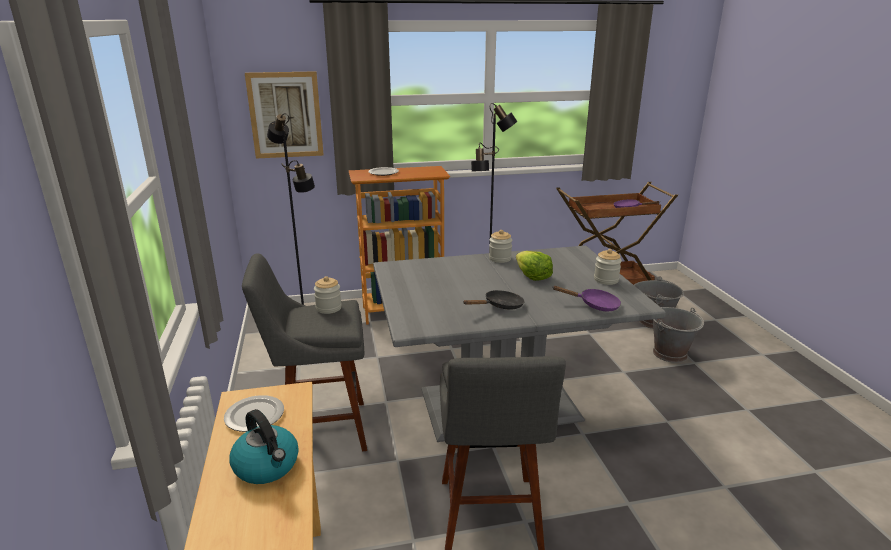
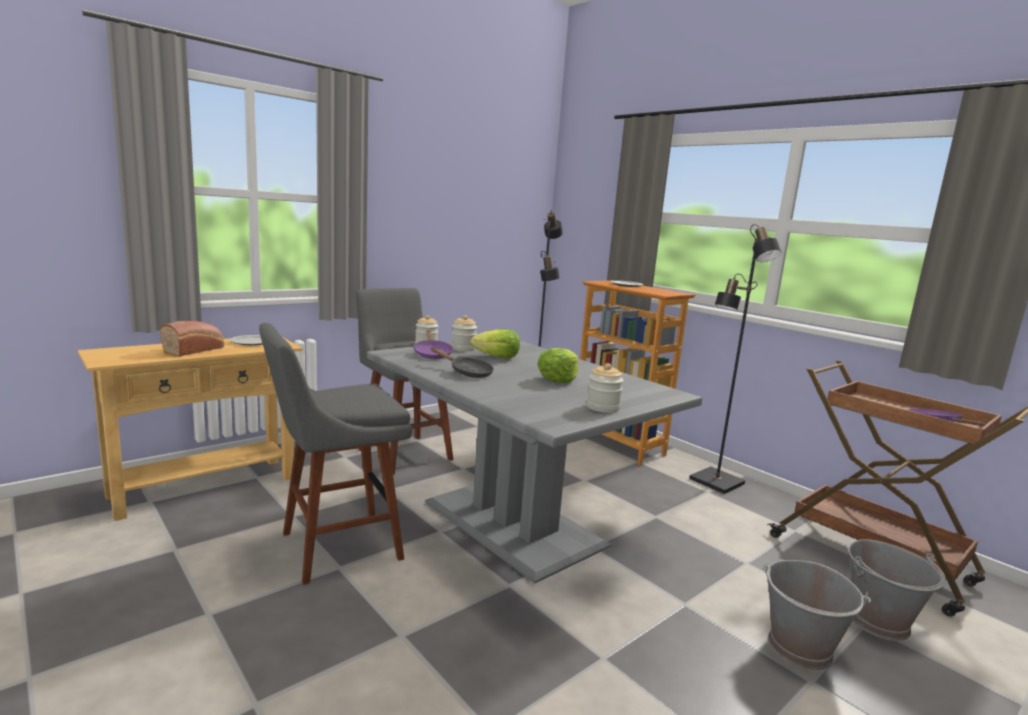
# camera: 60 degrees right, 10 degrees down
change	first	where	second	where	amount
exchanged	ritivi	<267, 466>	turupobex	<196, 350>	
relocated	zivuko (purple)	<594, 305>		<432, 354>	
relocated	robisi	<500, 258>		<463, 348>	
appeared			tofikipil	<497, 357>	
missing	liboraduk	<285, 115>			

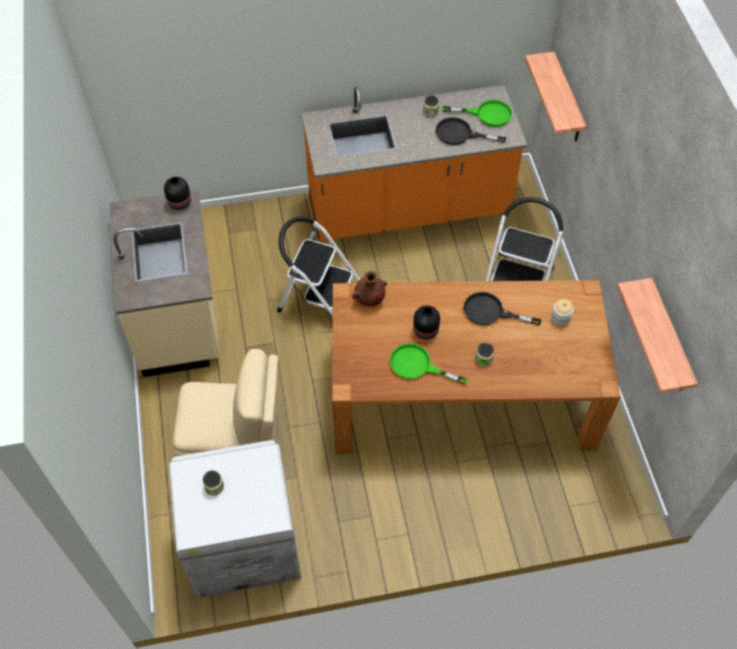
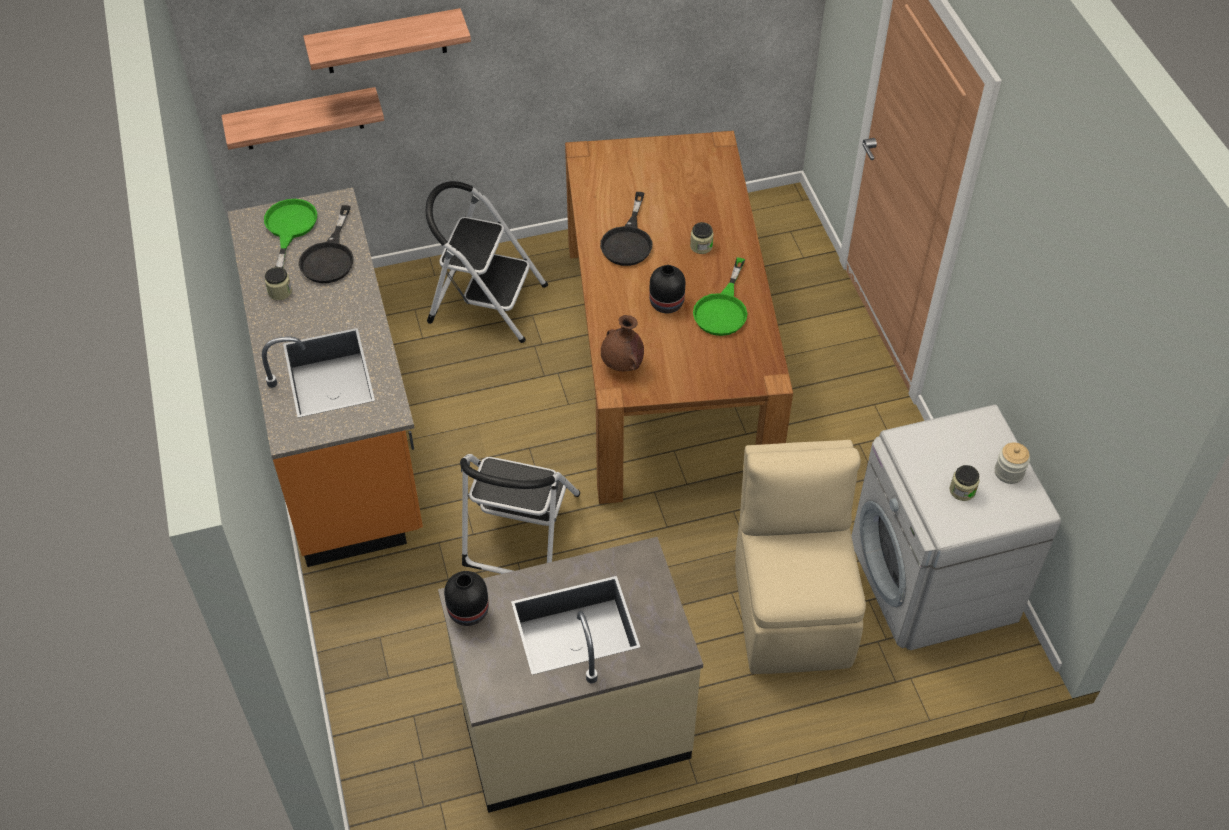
# camera: 95 degrees left, 5 degrees down
change	first	where	second	where	amount
relocated	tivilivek	<669, 339>		<385, 41>	
relocated	robisi	<560, 318>		<1009, 472>	

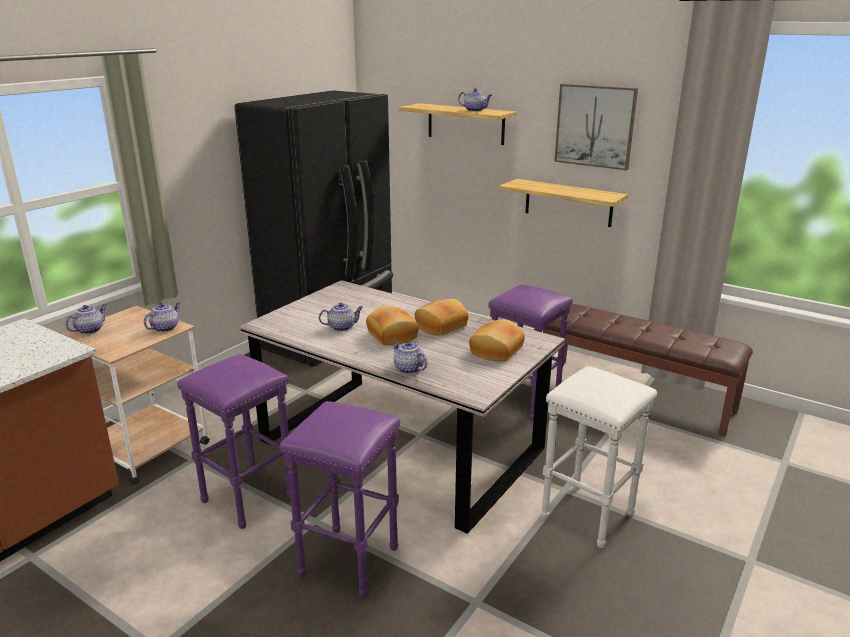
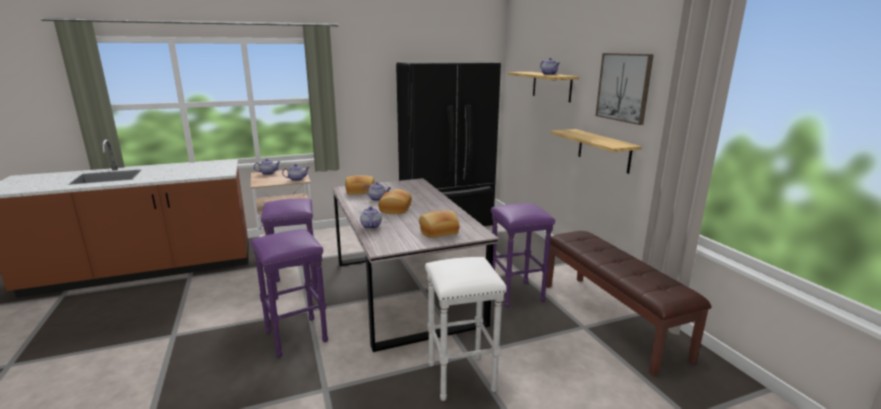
# camera: 35 degrees right, 5 degrees down
change	first	where	second	where	amount
relocated	turupobex	<440, 326>		<360, 191>	

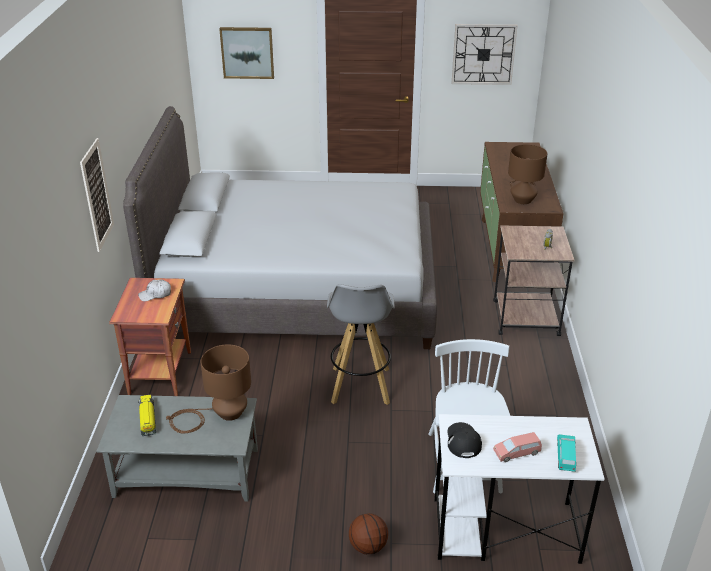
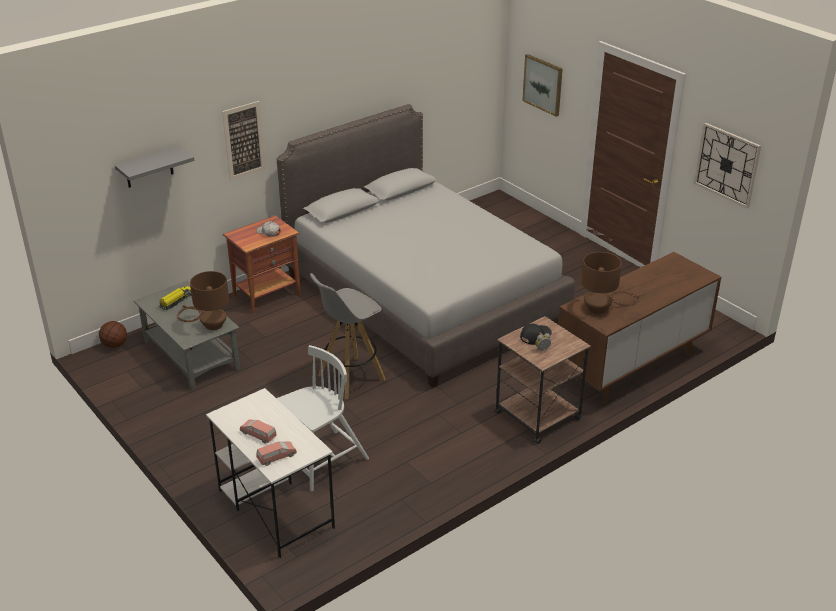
# camera: 50 degrees right, 0 degrees up
change	first	where	second	where	amount
relocated	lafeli	<368, 546>		<114, 345>	
appeared			tivilivek (grey)	<149, 168>	
colour	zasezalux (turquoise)	<566, 457>	zasezalux (pink)	<276, 457>	
relocated	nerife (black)	<463, 441>		<535, 335>	

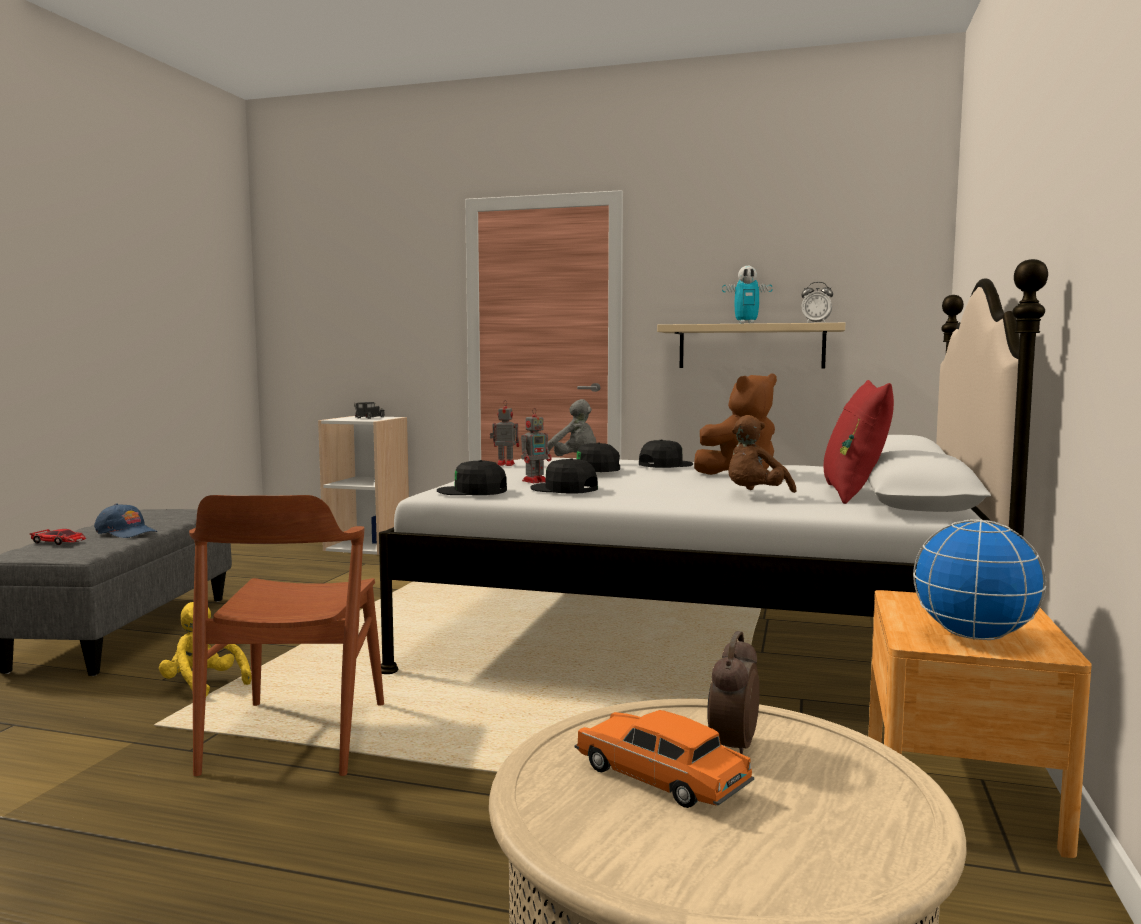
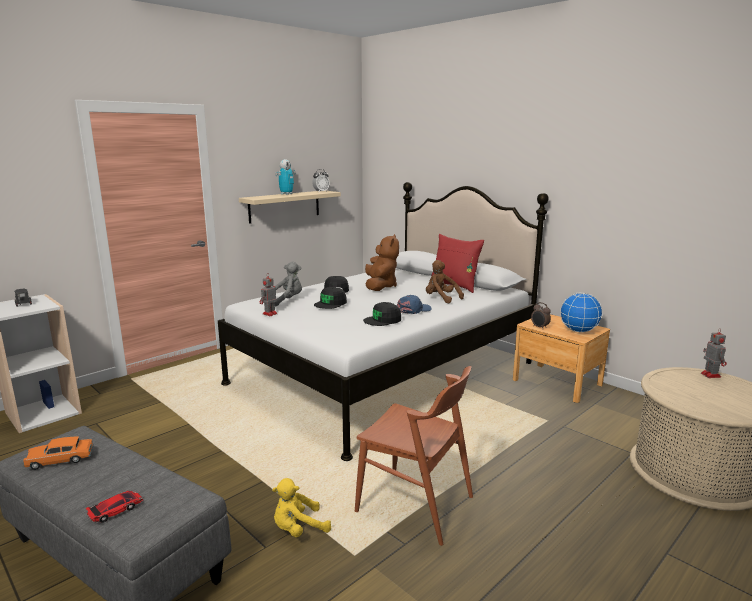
# camera: 60 degrees left, 10 degrees up
change	first	where	second	where	amount
relocated	zasezalux (orange)	<660, 779>		<60, 460>	
relocated	nerife (blue)	<126, 532>		<413, 310>	
spun	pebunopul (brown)	<754, 496>		<441, 298>	150 degrees clockwise
relocated	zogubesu	<731, 748>		<539, 327>	
relocated	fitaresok	<535, 481>		<710, 375>	
missing	nerife (black)	<473, 491>			

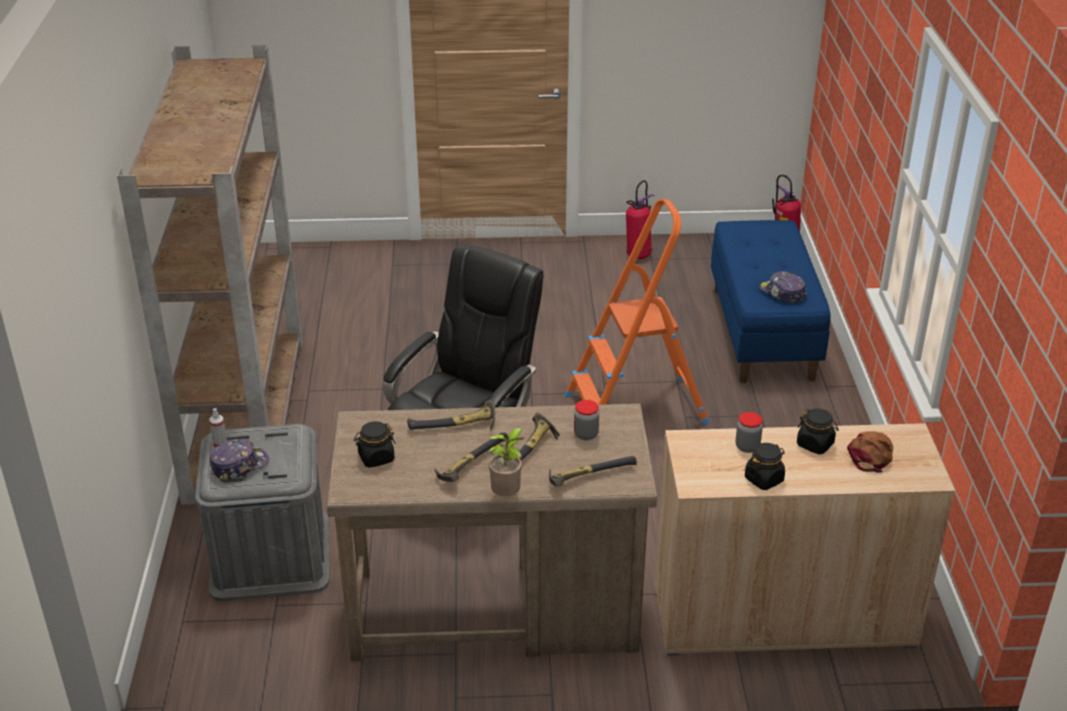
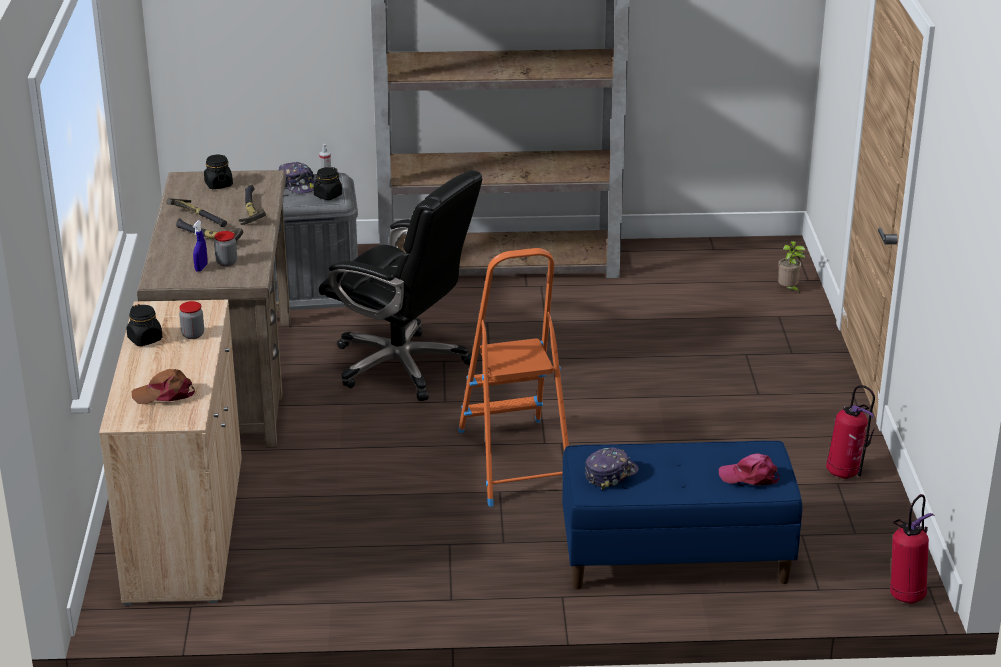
# camera: 90 degrees right, 5 degrees down
change	first	where	second	where	amount
spun	nerife (brown)	<871, 454>		<164, 394>	150 degrees clockwise
appeared			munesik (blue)	<201, 268>	
relocated	robisi (black)	<815, 444>		<328, 195>	
appeared			nerife (pink)	<749, 476>	
relocated	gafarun	<507, 496>		<788, 290>	
missing	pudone	<587, 476>			

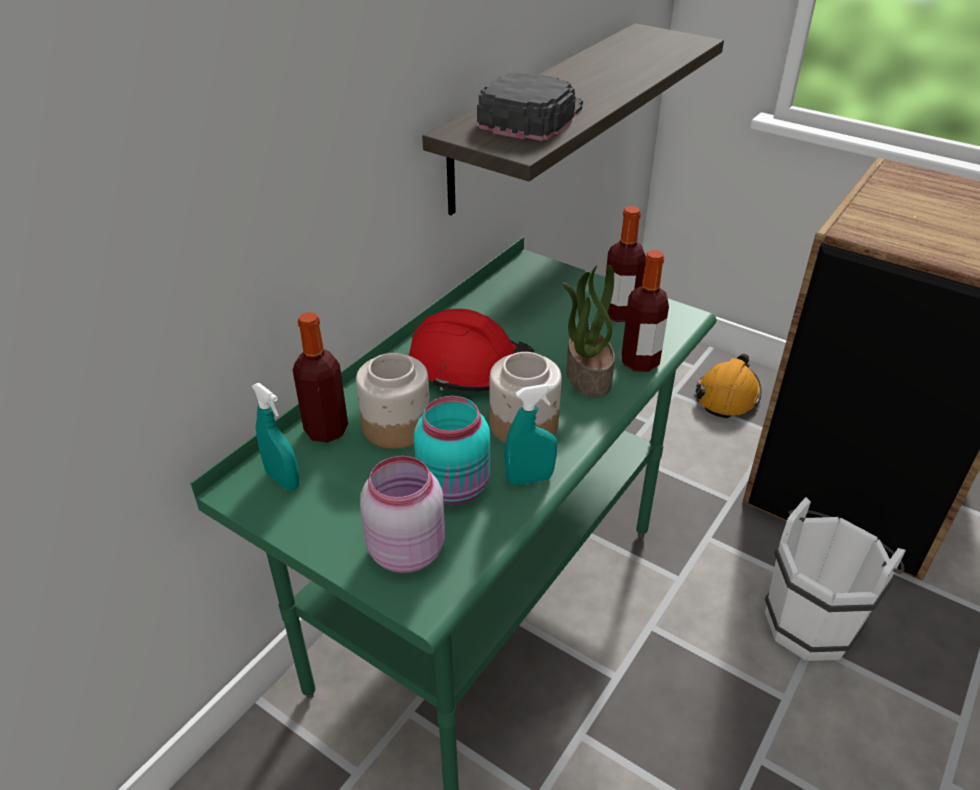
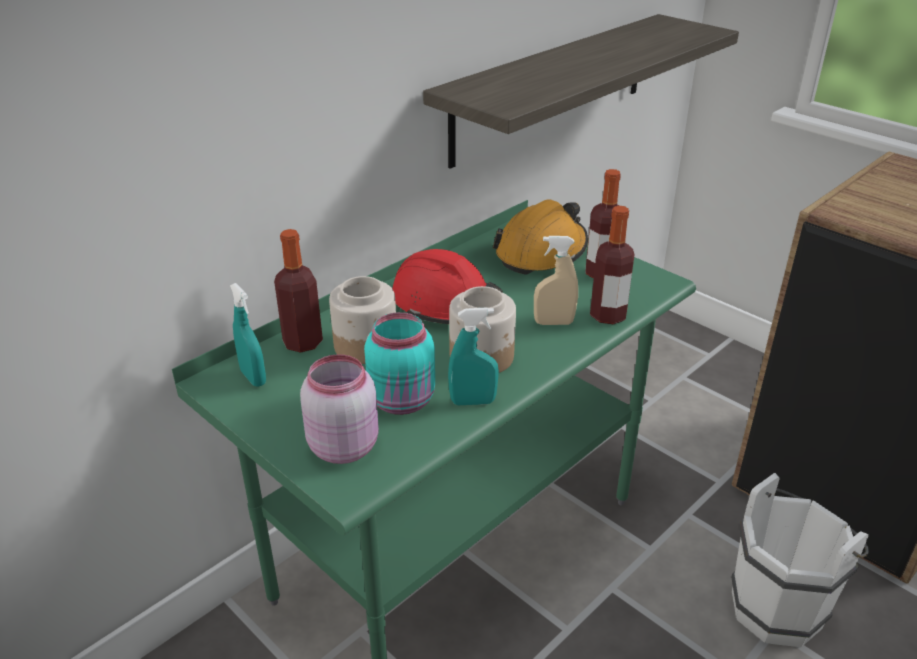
# camera: 10 degrees right, 5 degrees down
change	first	where	second	where	amount
relocated	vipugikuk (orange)	<727, 395>		<541, 252>	
exchanged	gafarun	<587, 376>	munesik (beige)	<553, 323>	
missing	nerife (black)	<531, 115>			

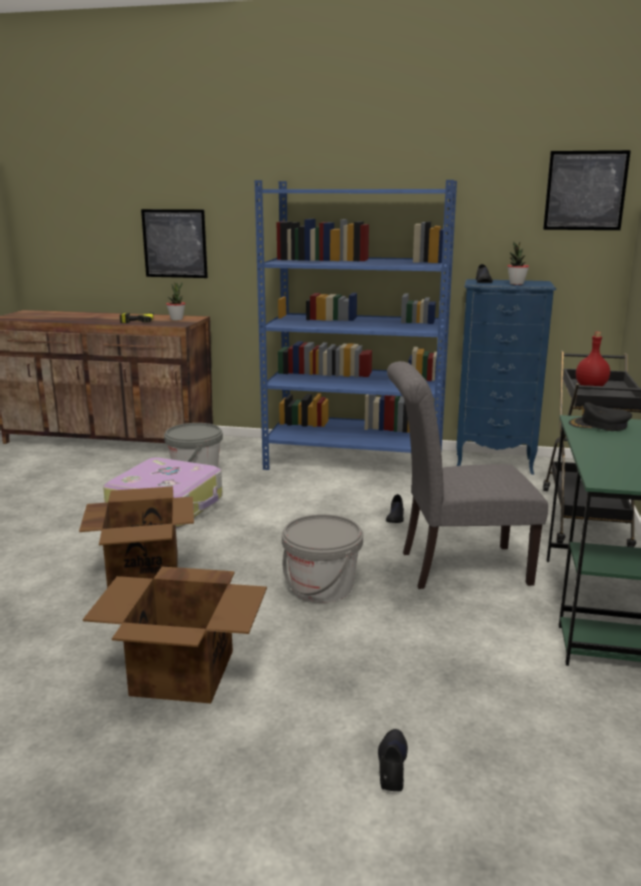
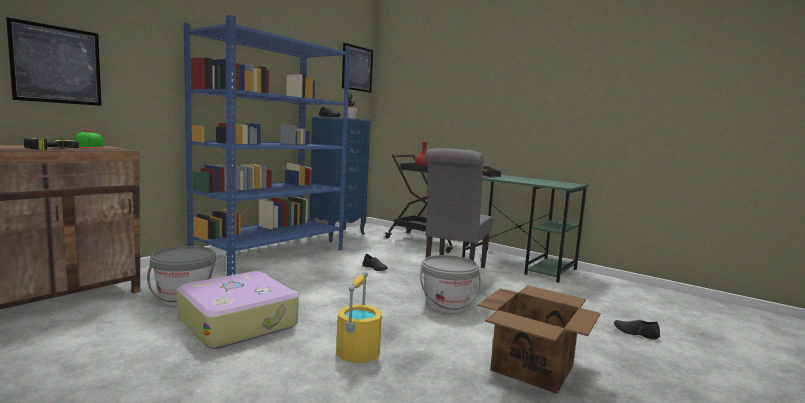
# camera: 65 degrees left, 10 degrees down
change	first	where	second	where	amount
exchanged	gafarun	<176, 319>	nerife	<89, 147>	
exchanged	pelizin	<144, 570>	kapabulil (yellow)	<358, 353>	

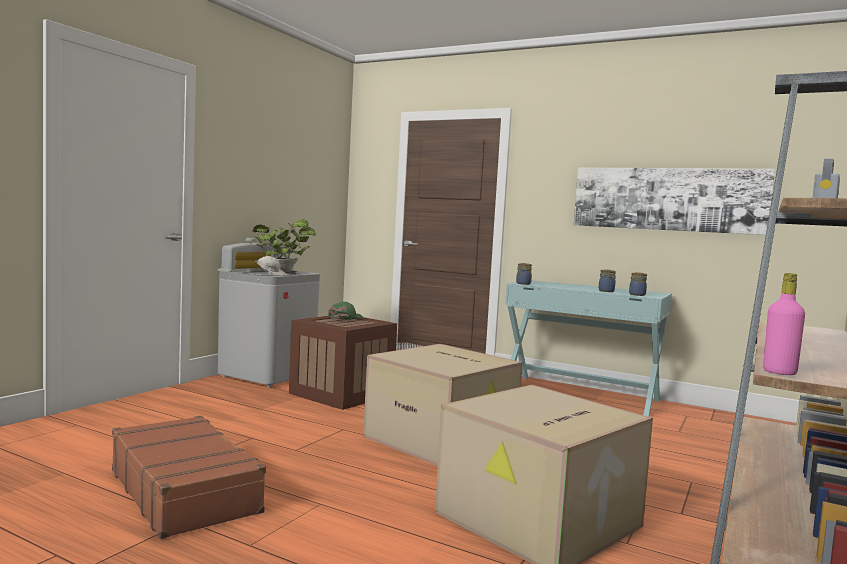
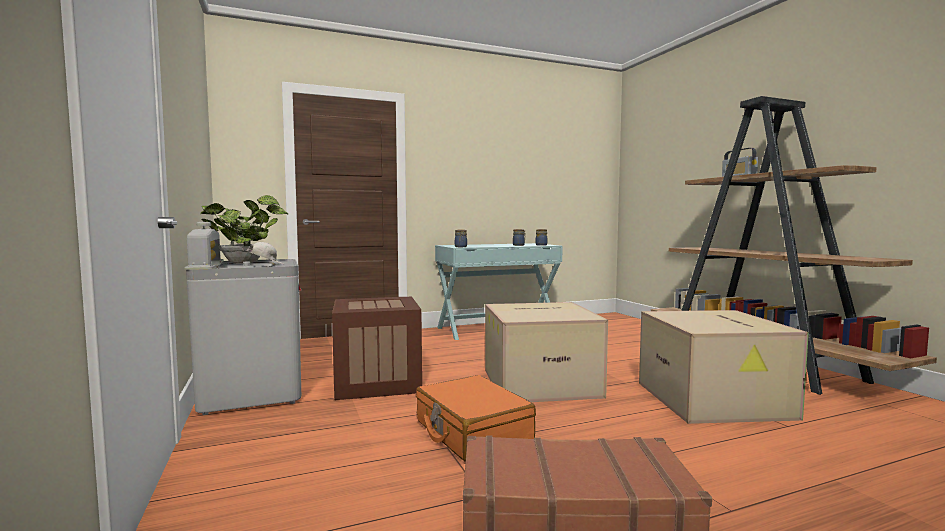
# camera: 50 degrees left, 0 degrees up
change	first	where	second	where	amount
appeared			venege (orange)	<472, 431>	
missing	nerife (green)	<345, 318>			
missing	liboraduk	<667, 199>			
missing	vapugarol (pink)	<779, 372>			

